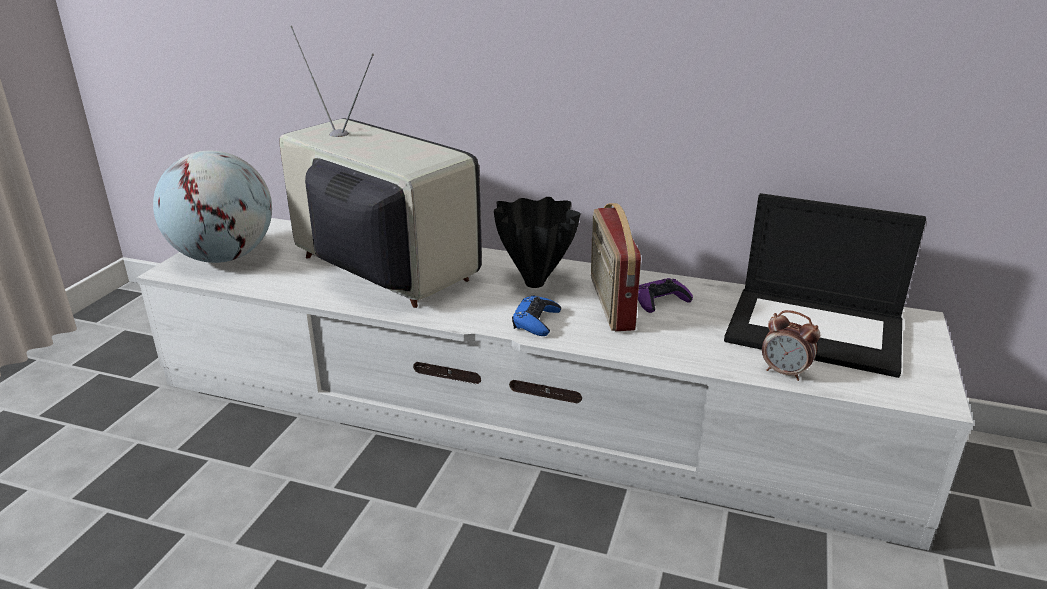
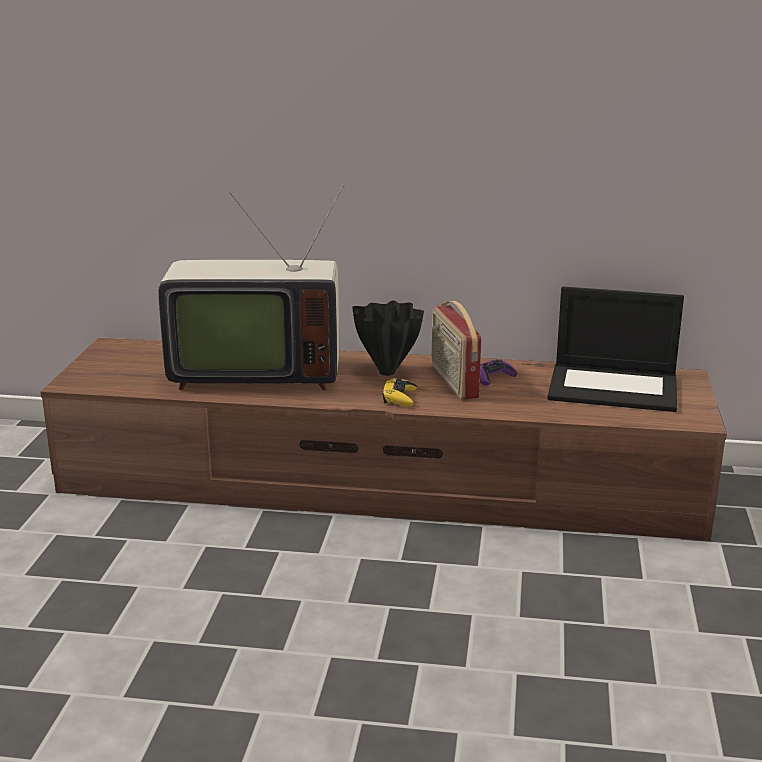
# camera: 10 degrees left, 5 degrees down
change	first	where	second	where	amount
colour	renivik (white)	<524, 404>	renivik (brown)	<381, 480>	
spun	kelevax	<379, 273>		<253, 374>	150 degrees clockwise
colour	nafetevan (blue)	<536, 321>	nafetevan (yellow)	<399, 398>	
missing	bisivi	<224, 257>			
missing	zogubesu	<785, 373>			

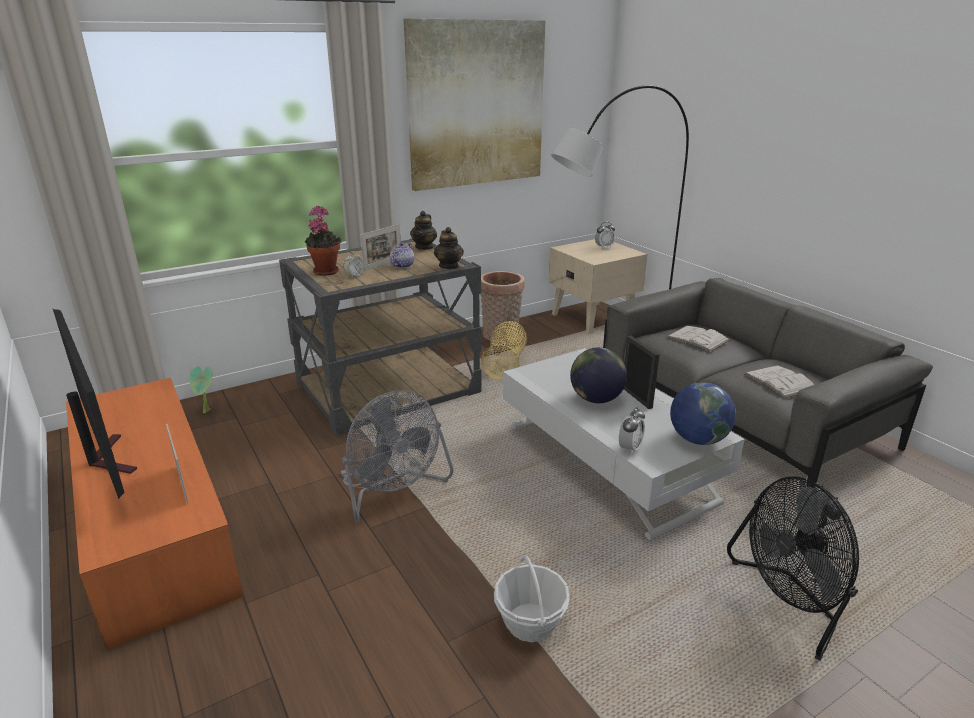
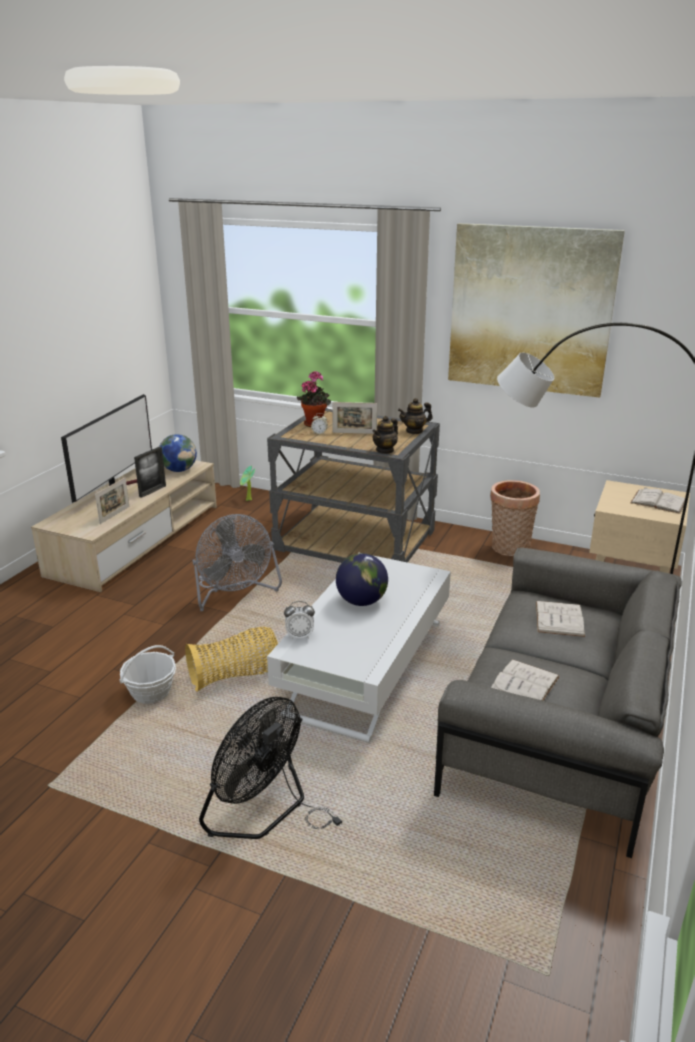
# camera: 55 degrees right, 0 degrees up
change	first	where	second	where	amount
colour	renivik (orange)	<152, 520>	renivik (beige)	<136, 538>	
relocated	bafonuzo	<637, 397>		<152, 491>	
relocated	bisivi	<698, 439>		<179, 470>	
relocated	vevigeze	<505, 364>		<236, 676>	
spun	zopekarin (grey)	<389, 492>		<231, 593>	45 degrees counterclockwise
exchanged	zogubesu	<604, 247>	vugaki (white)	<658, 501>	
missing	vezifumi	<402, 266>			

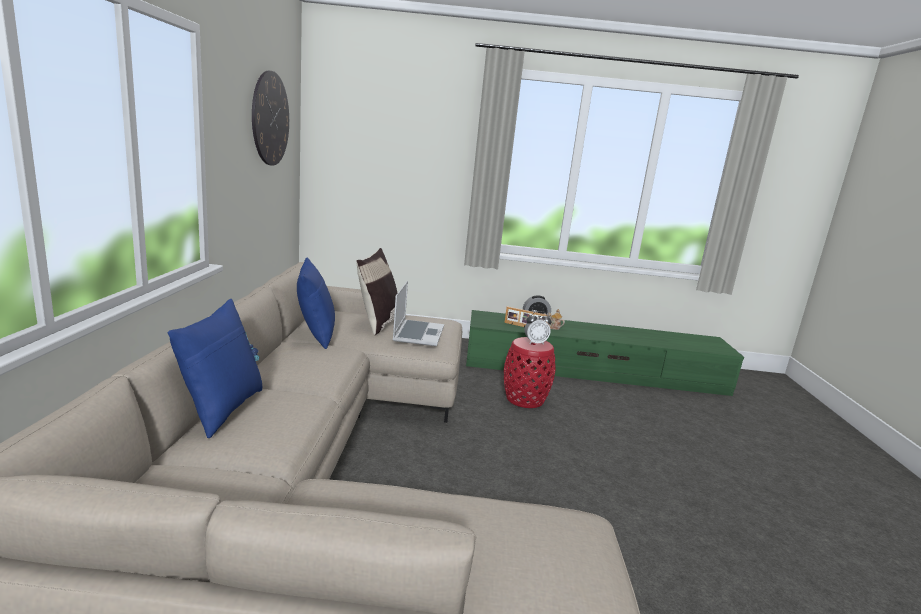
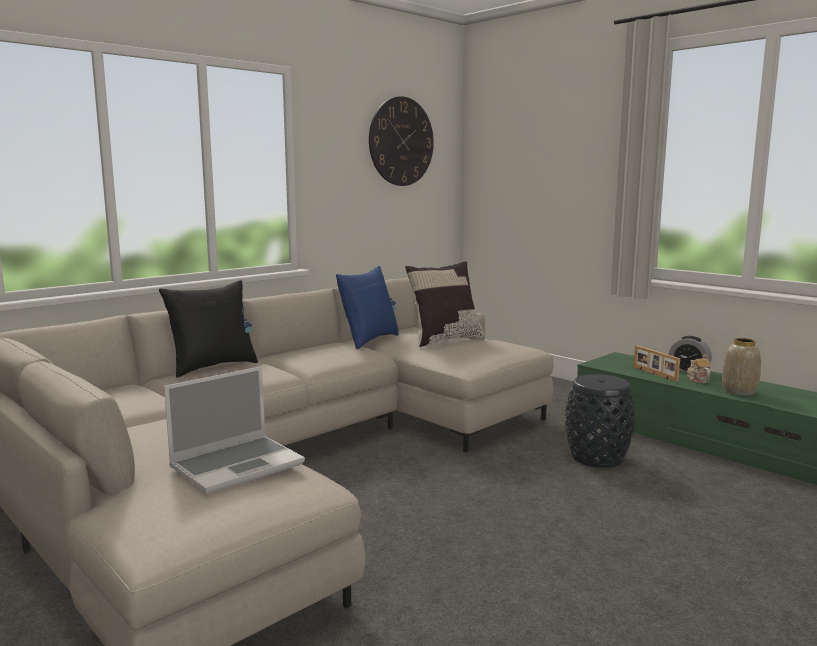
# camera: 45 degrees right, 5 degrees down
change	first	where	second	where	amount
colour	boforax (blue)	<222, 410>	boforax (black)	<213, 367>	
relocated	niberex	<418, 334>		<238, 465>	
colour	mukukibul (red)	<525, 399>	mukukibul (black)	<597, 457>	
appeared			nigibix	<738, 391>	
missing	zogubesu	<535, 343>			

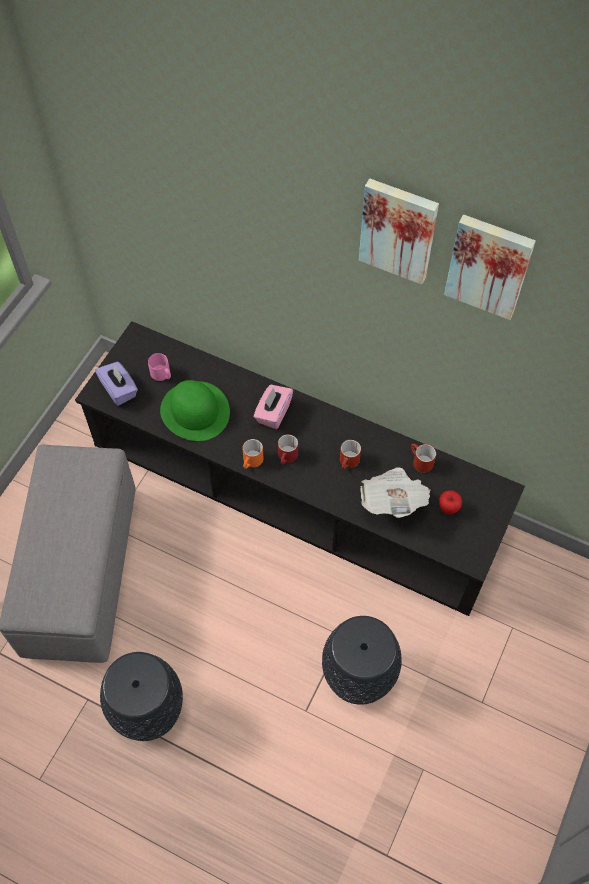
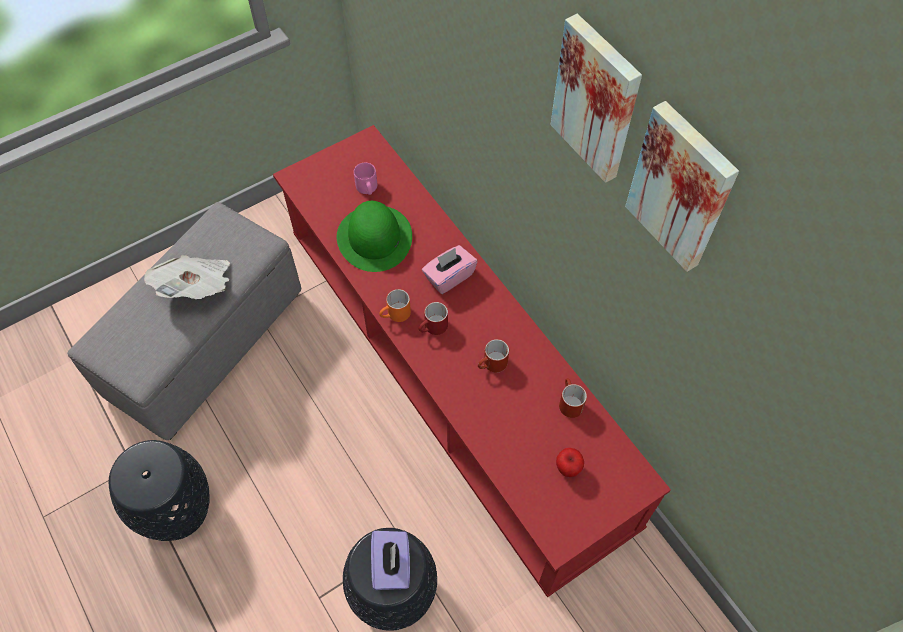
# camera: 30 degrees right, 0 degrees up
change	first	where	second	where	amount
relocated	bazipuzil	<392, 500>		<197, 287>	
colour	renivik (black)	<295, 487>	renivik (red)	<453, 367>	
relocated	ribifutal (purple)	<119, 390>		<392, 566>	

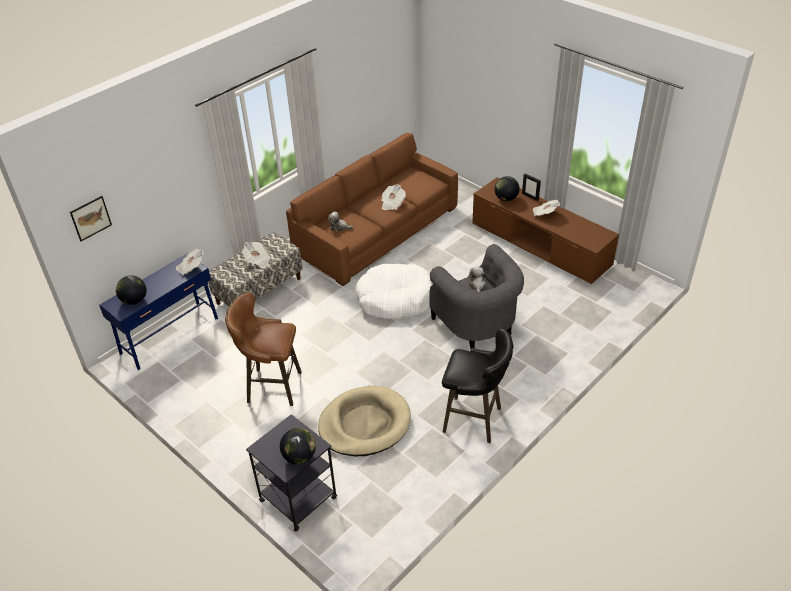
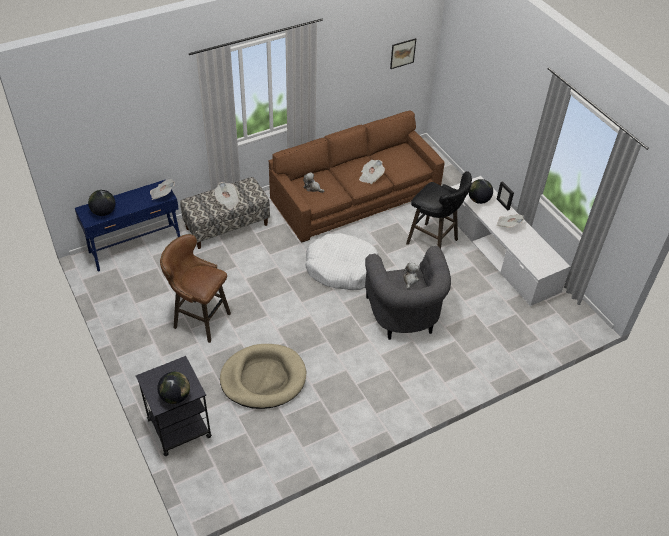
# camera: 15 degrees right, 5 degrees up
change	first	where	second	where	amount
relocated	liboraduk	<90, 218>		<402, 53>	
relocated	mukukibul (black)	<475, 420>		<434, 242>	
colour	renivik (brown)	<540, 245>	renivik (white)	<500, 253>	

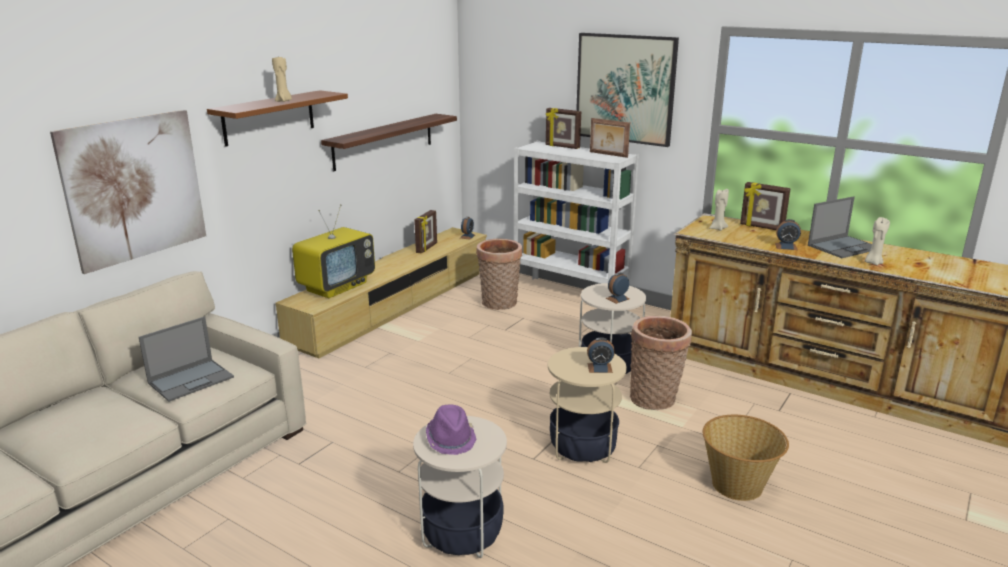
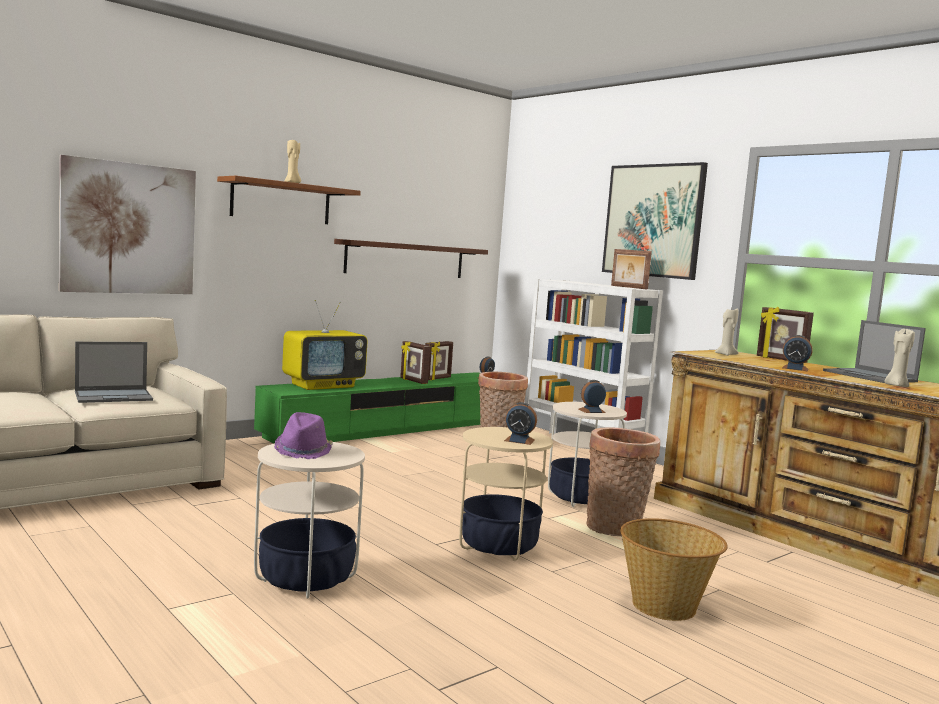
# camera: 15 degrees right, 15 degrees down
change	first	where	second	where	amount
colour	renivik (beige)	<395, 307>	renivik (green)	<389, 429>	
relocated	bafonuzo	<562, 147>		<413, 381>	
spun	niberex	<844, 247>		<870, 376>	75 degrees clockwise

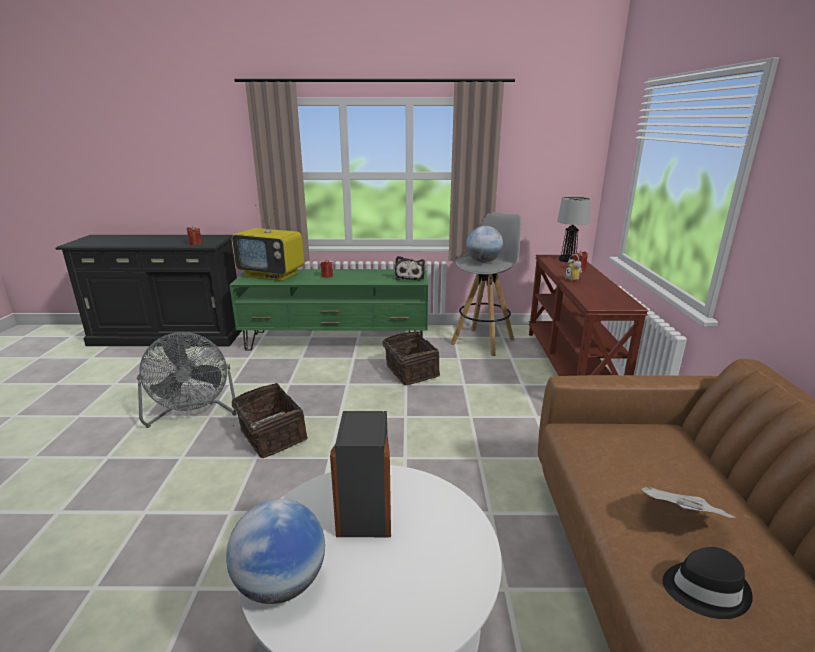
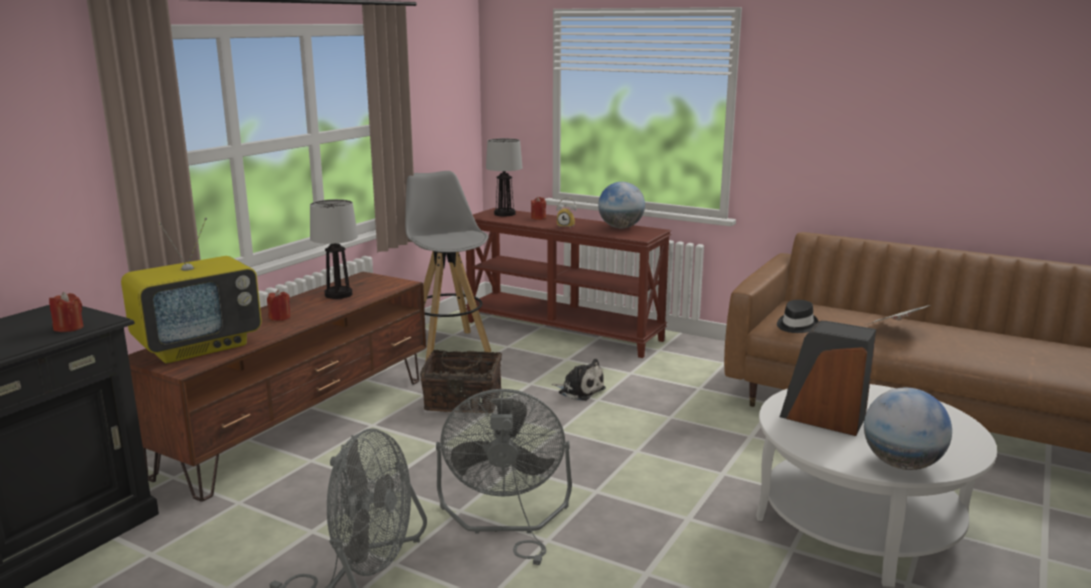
# camera: 60 degrees left, 5 degrees down
change	first	where	second	where	amount
colour	renivik (green)	<337, 341>	renivik (brown)	<300, 424>	
appeared			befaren	<338, 295>	
exchanged	vevigeze	<270, 436>	zopekarin (grey)	<508, 521>	
relocated	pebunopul	<410, 277>		<579, 390>	
relocated	bisivi	<483, 261>		<621, 227>	
relocated	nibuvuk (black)	<704, 589>		<796, 325>	

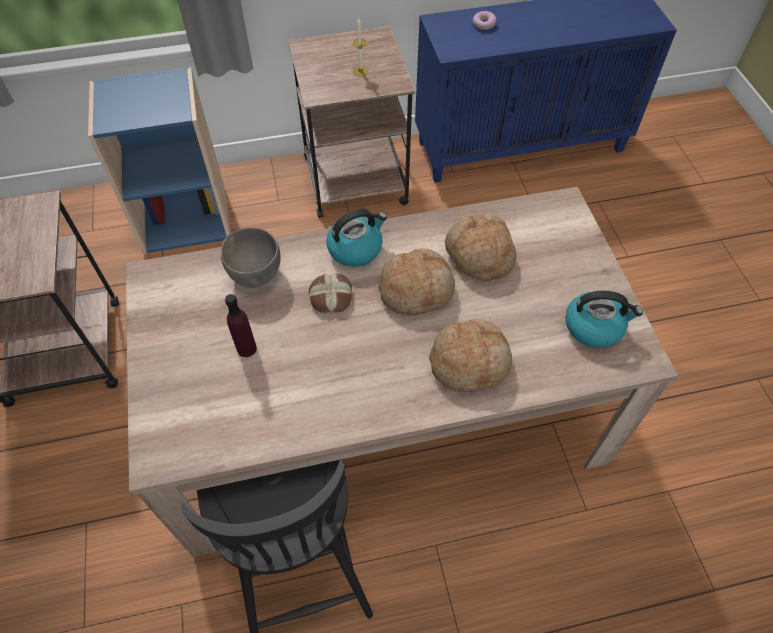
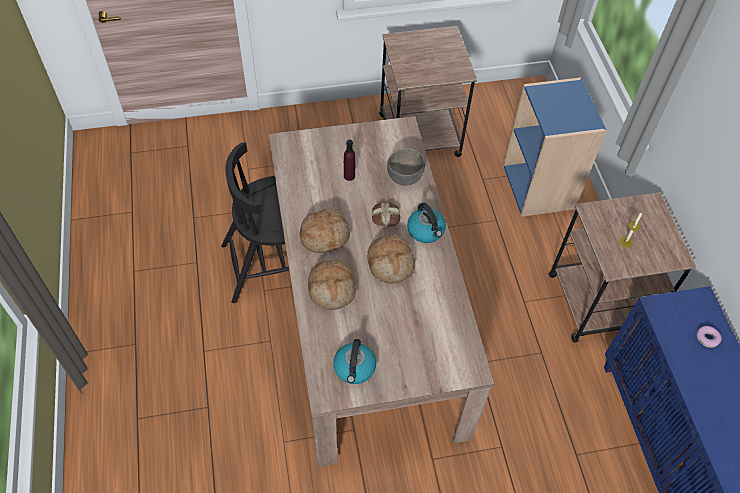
# camera: 90 degrees right, 0 degrees up
change	first	where	second	where	amount
relocated	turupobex	<479, 255>		<325, 235>	

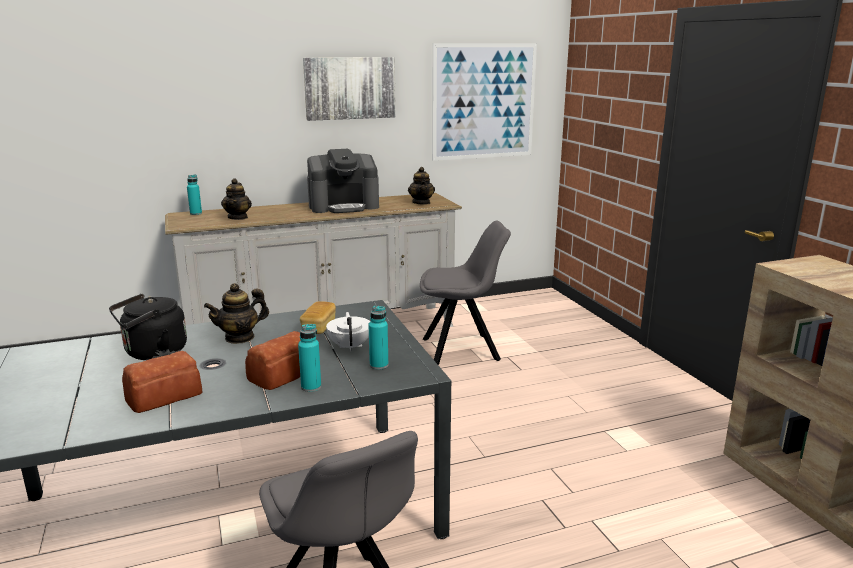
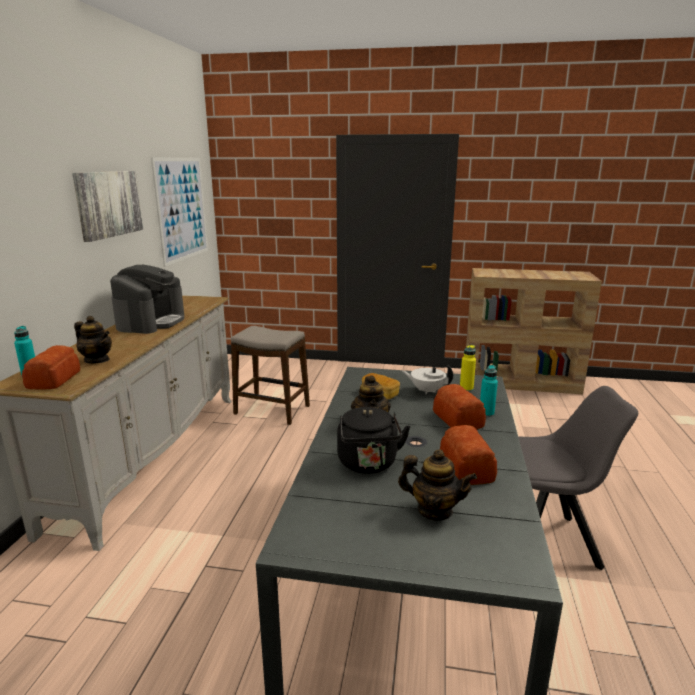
# camera: 60 degrees left, 0 degrees up
change	first	where	second	where	amount
appeared			turupobex	<55, 379>	
exchanged	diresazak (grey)	<461, 350>	mukukibul	<272, 410>	
relocated	vezifumi	<421, 203>		<434, 510>	
colour	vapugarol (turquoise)	<379, 365>	vapugarol (yellow)	<466, 389>	

